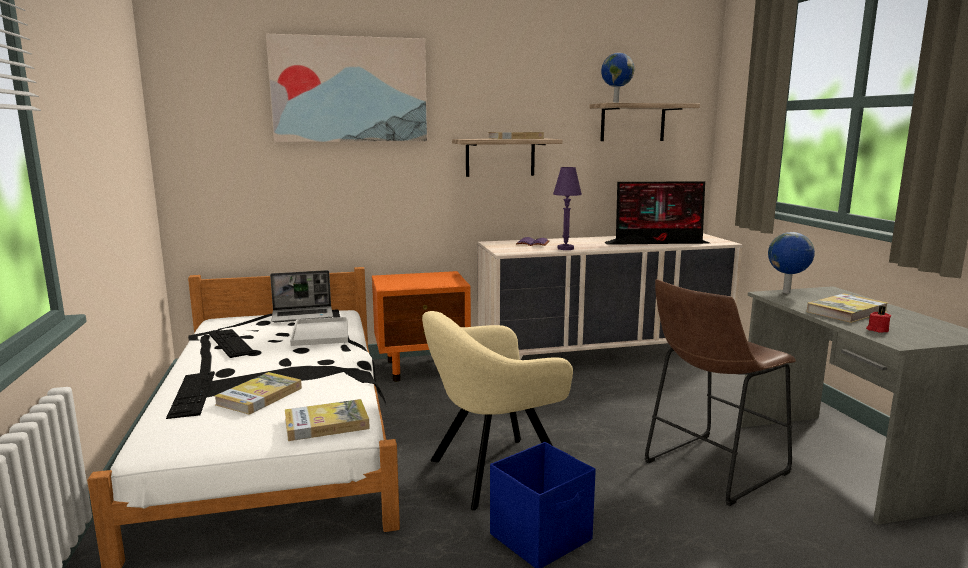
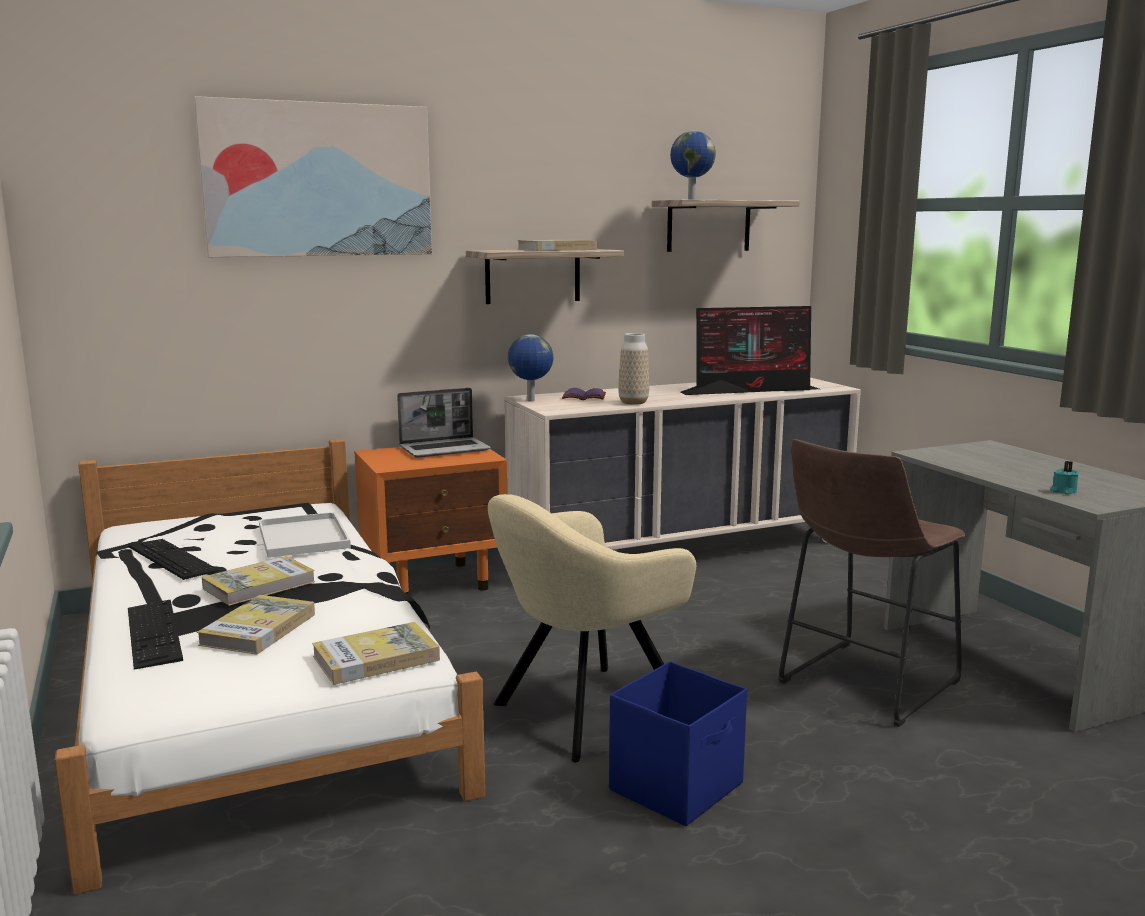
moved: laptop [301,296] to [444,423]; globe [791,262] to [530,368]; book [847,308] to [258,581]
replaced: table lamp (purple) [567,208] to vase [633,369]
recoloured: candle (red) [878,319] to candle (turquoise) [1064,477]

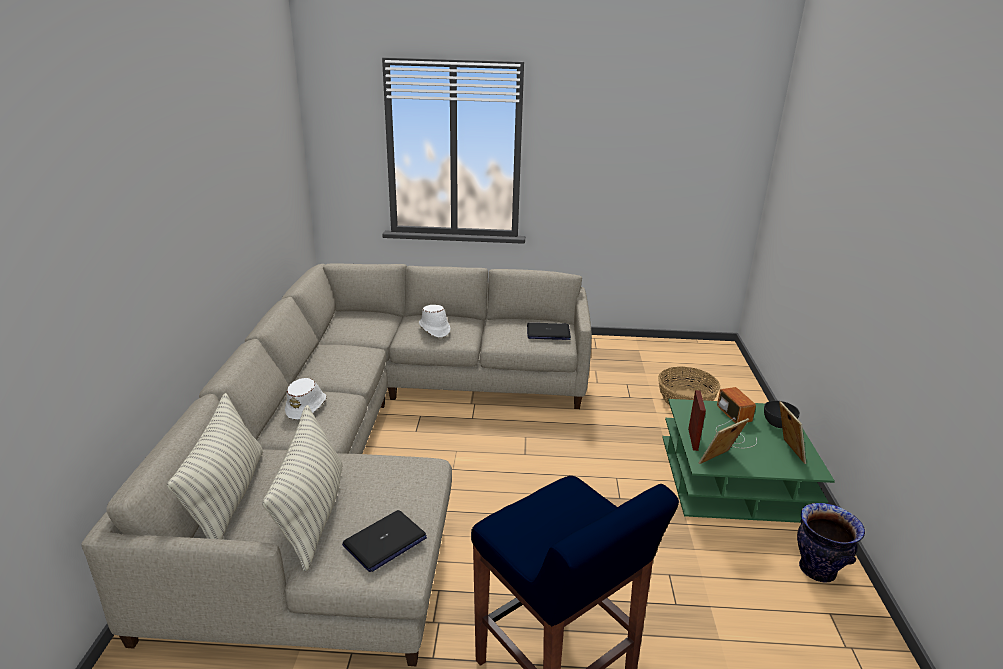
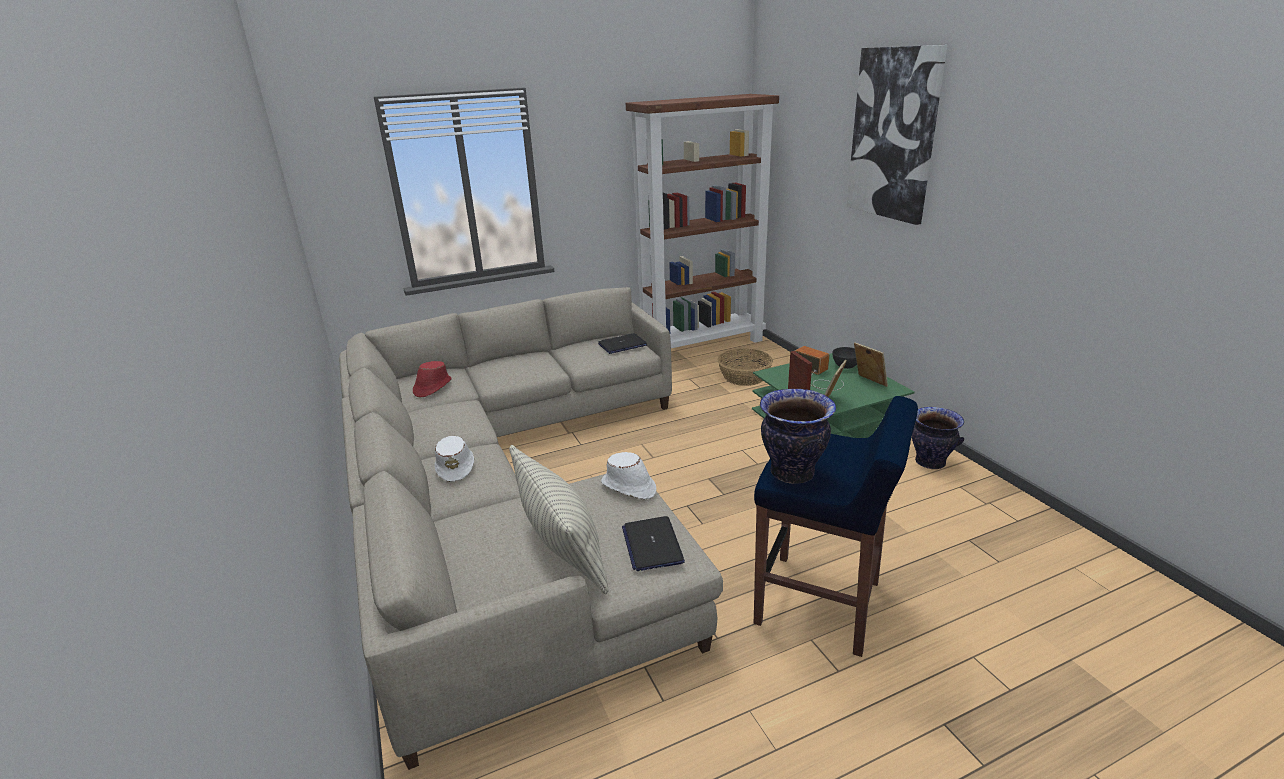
removed: pillow [215,466]
added: hat (red) [432,379]; bookcase (brown) [702,221]; vase [798,436]; picture [896,135]
moved: hat (white) [434,321] to [628,476]
turned: laptop [384,541] = [653,543] 150 degrees clockwise

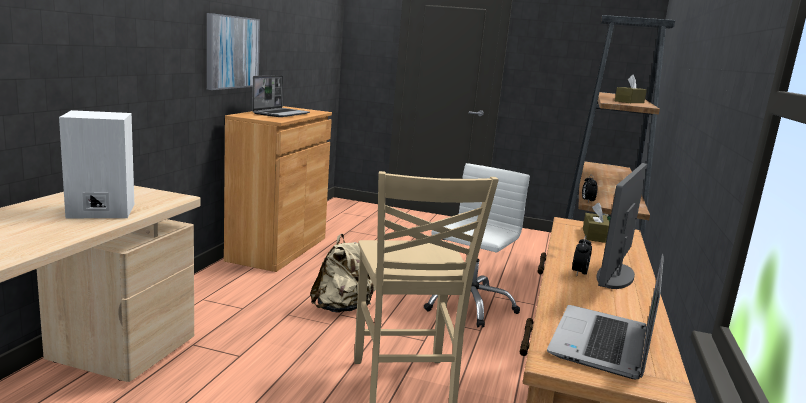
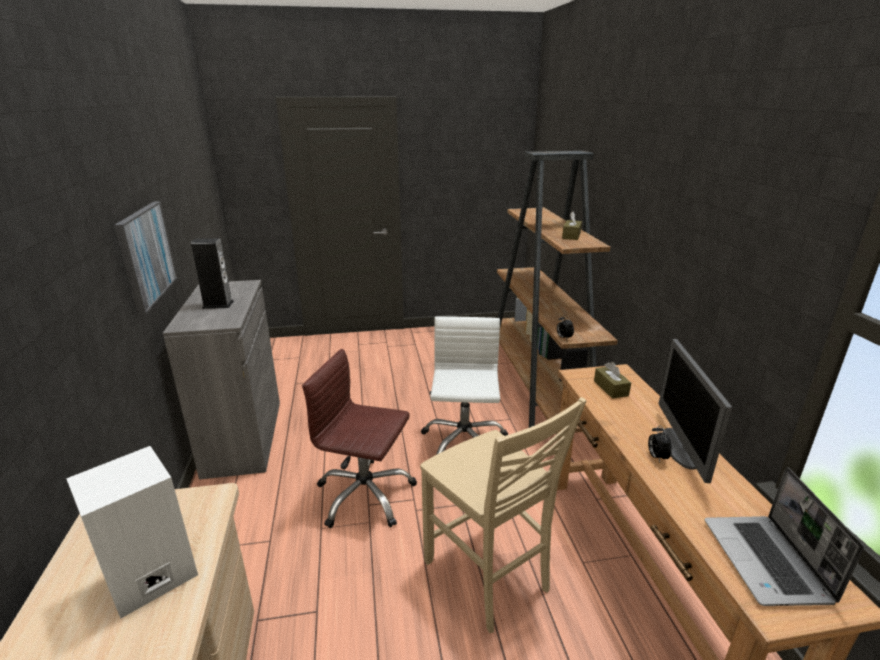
replaced: laptop [281,96] to speaker [212,273]; backpack (beige) [343,273] to office chair (brown) [359,438]
recoloured: cabinet (brown) [278,189] to cabinet (grey) [221,380]

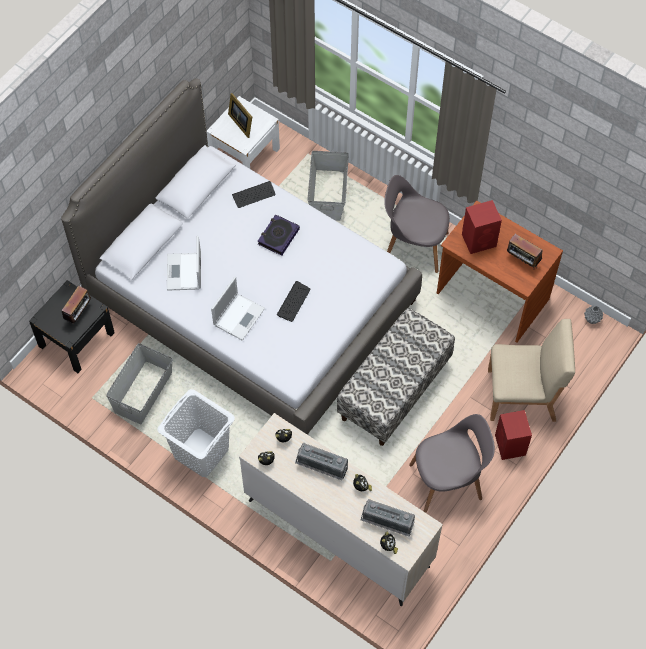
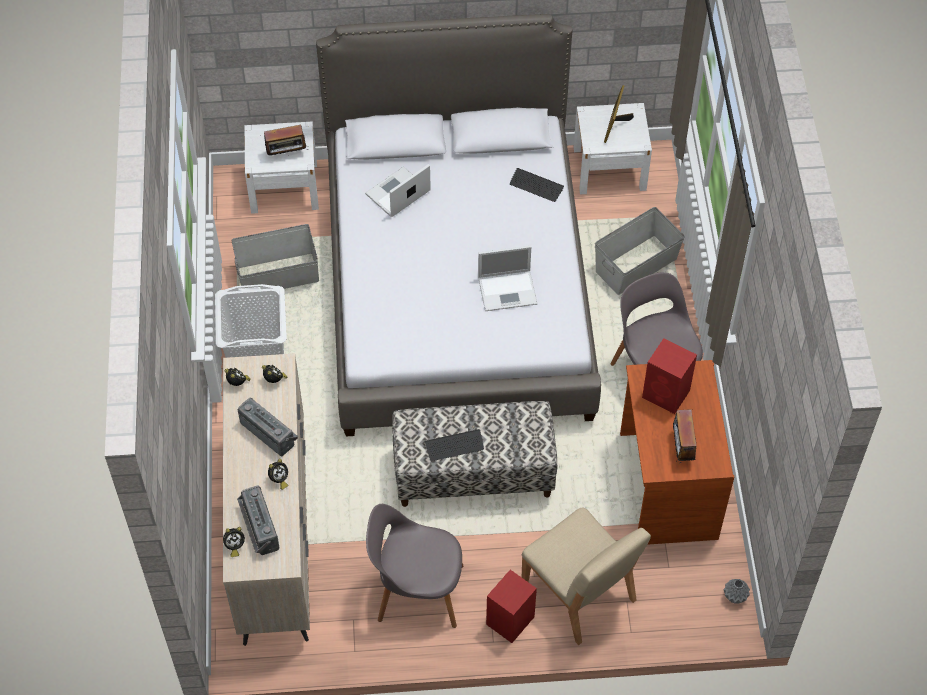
removed: book [278,235]
moved: laptop [238,308] to [508,278]; keyboard [294,301] to [454,445]
recoloured: nightstand (black) [72,326] to nightstand (white) [281,168]
turned: radio [321,461] = [267,426] 150 degrees clockwise; chair (grey) [452,463] = [414,566] 150 degrees clockwise

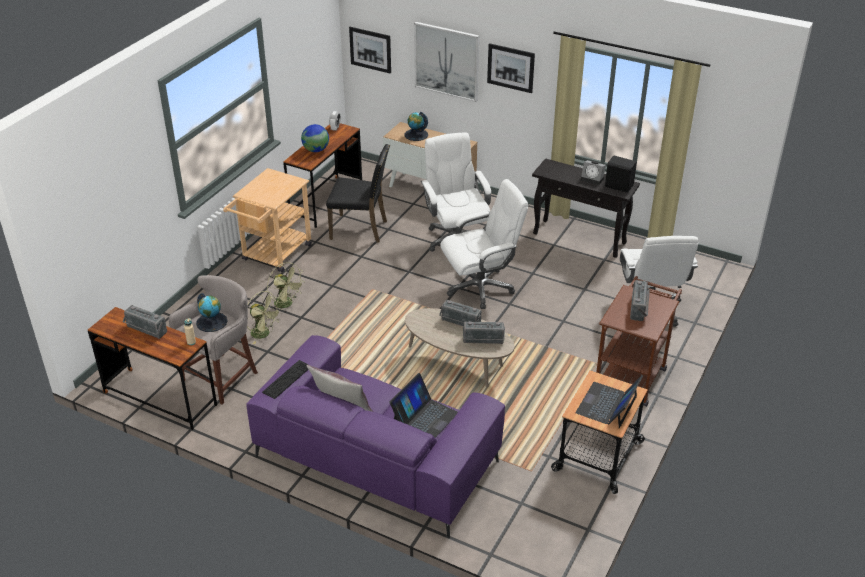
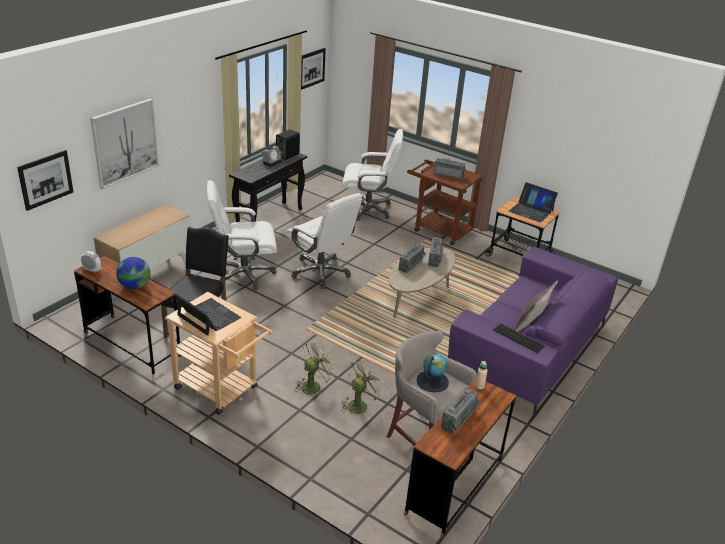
removed: globe [416,126]
moved: laptop [424,405] to [207,314]; picture [511,68] to [313,69]
turned: office chair (white) [484,244] = [323,241] 150 degrees clockwise

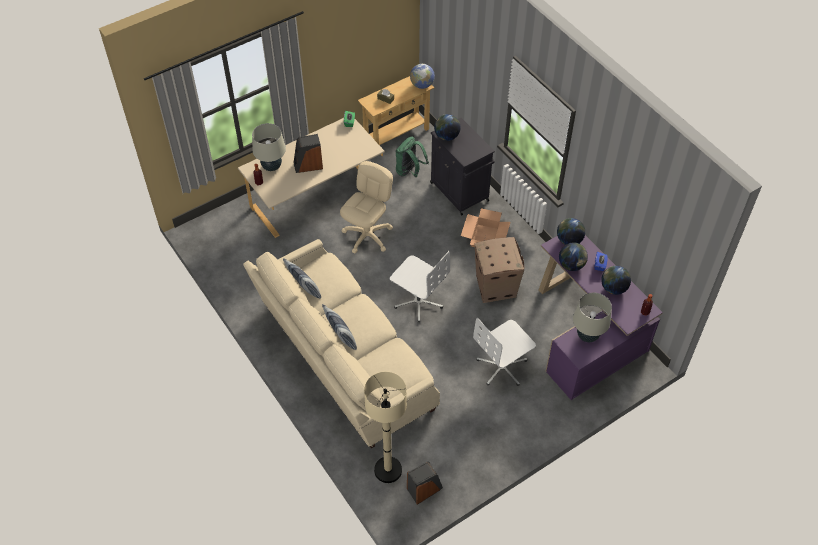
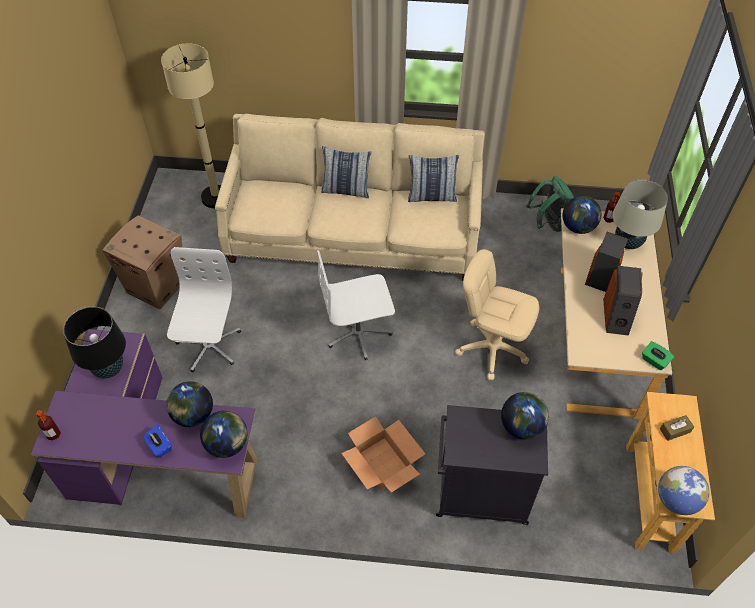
moved: backpack (green) [412,156] to [550,204]; speaker [425,483] to [623,301]; cardboard box [499,270] to [143,262]; globe [616,280] to [581,215]
recoloured: table lamp (beige) [592,317] to table lamp (black) [94,342]
turned: office chair (beige) [366,207] = [497,314] 135 degrees clockwise

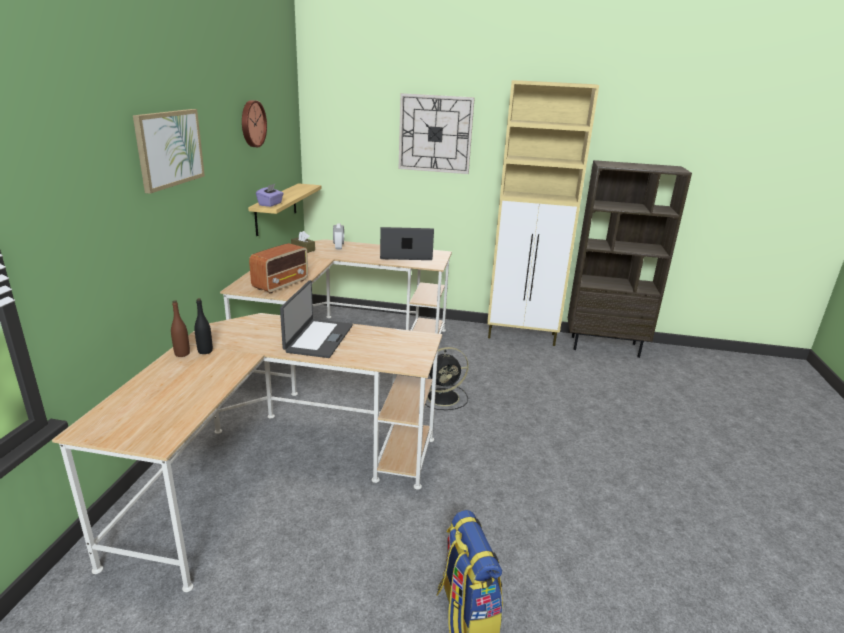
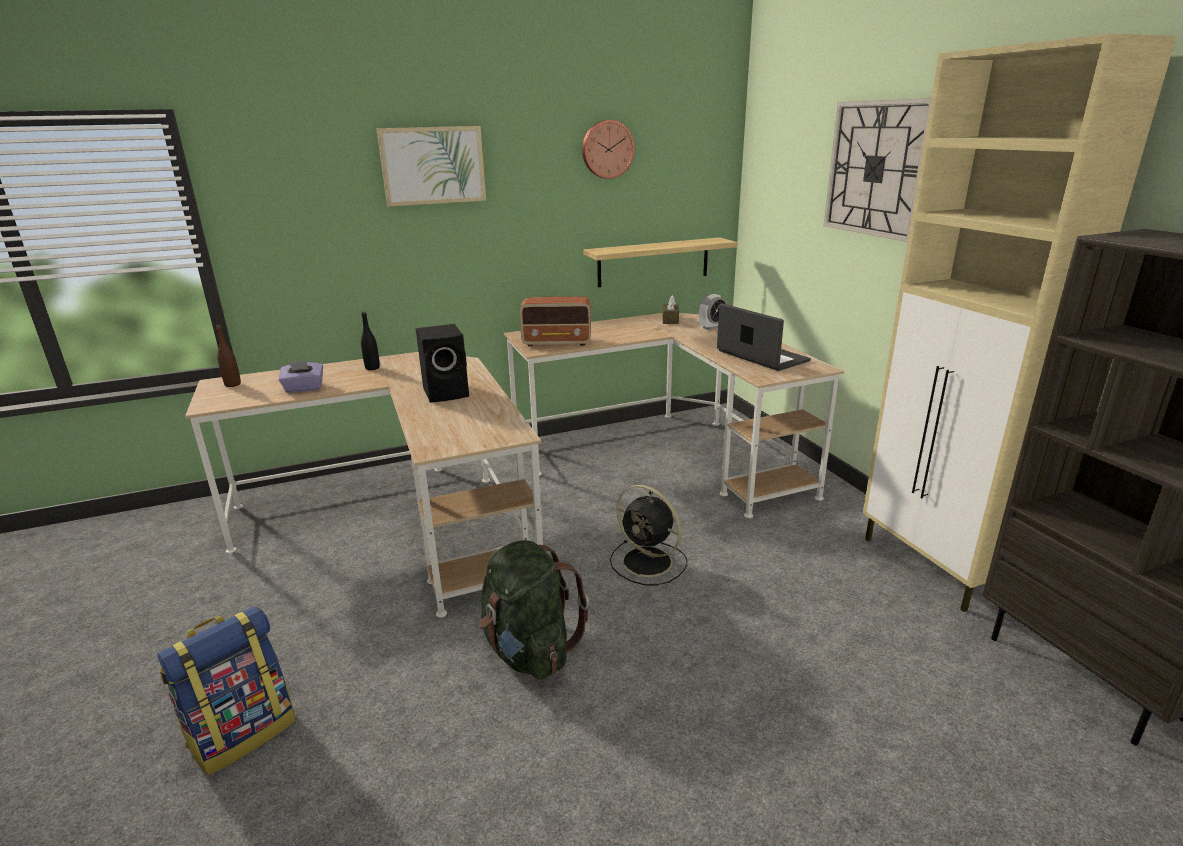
added: backpack (green) [534,610]
moved: bottle (brown) [180,328] to [228,356]; tissue box (purple) [270,195] to [301,376]
replaced: laptop [316,319] to speaker (black) [442,363]

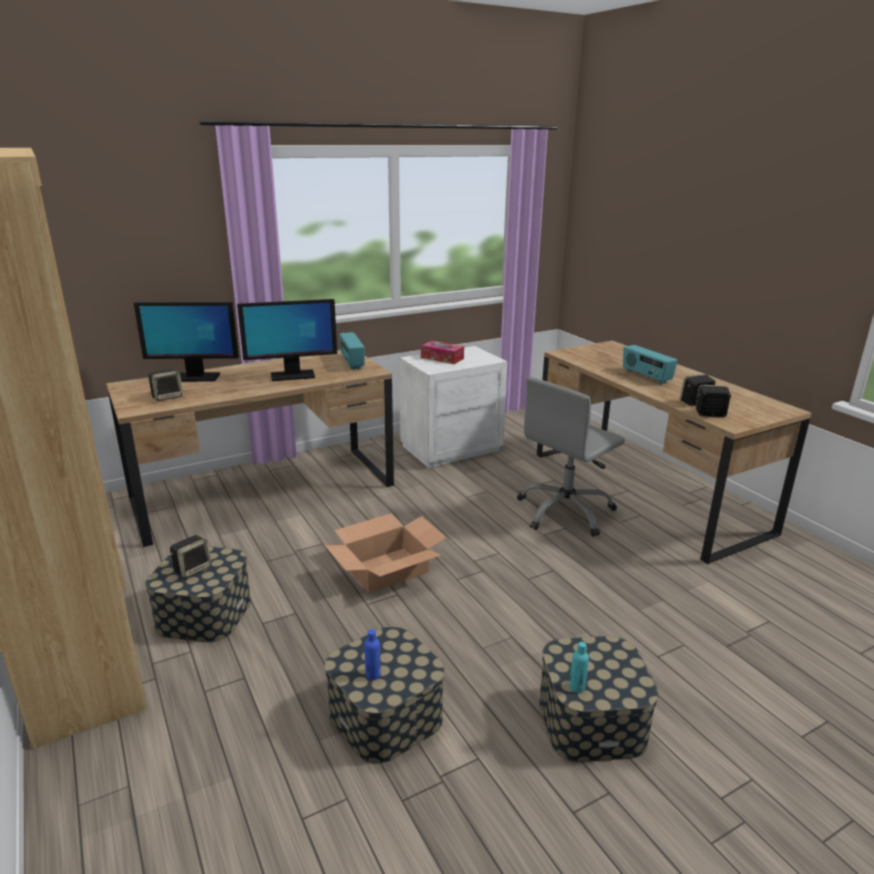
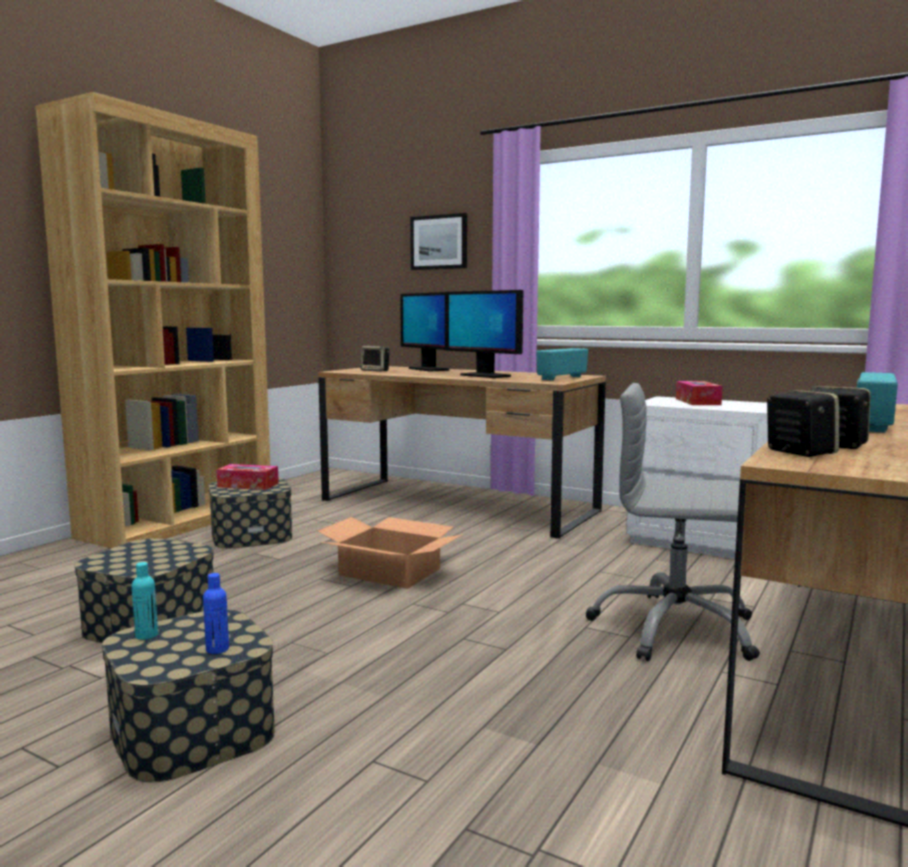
added: picture [438,241]
moved: bottle (blue) [372,654] to [216,613]
replaced: speaker [191,557] to tissue box [248,477]

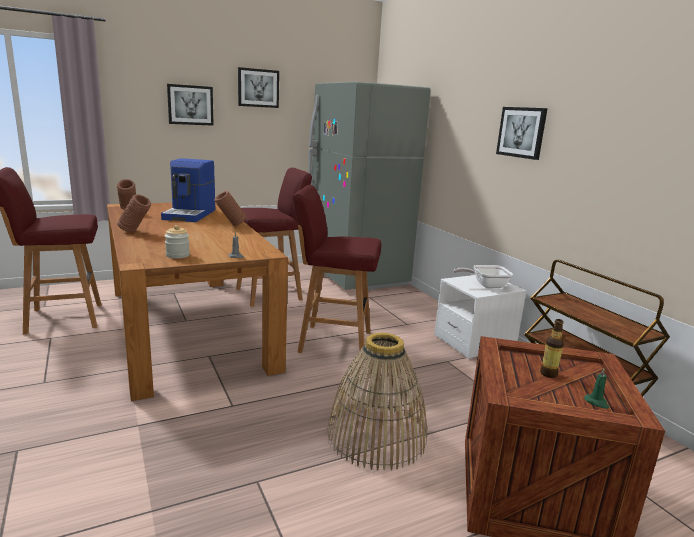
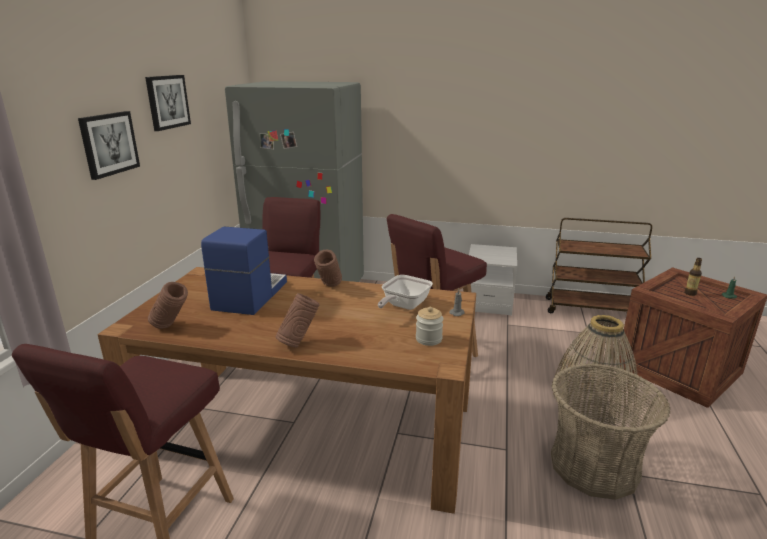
removed: picture [522,133]
added: basket [610,432]
moved: frying pan [483,276] to [405,292]
turned: coffee machine [188,190] = [244,271] 120 degrees counterclockwise

